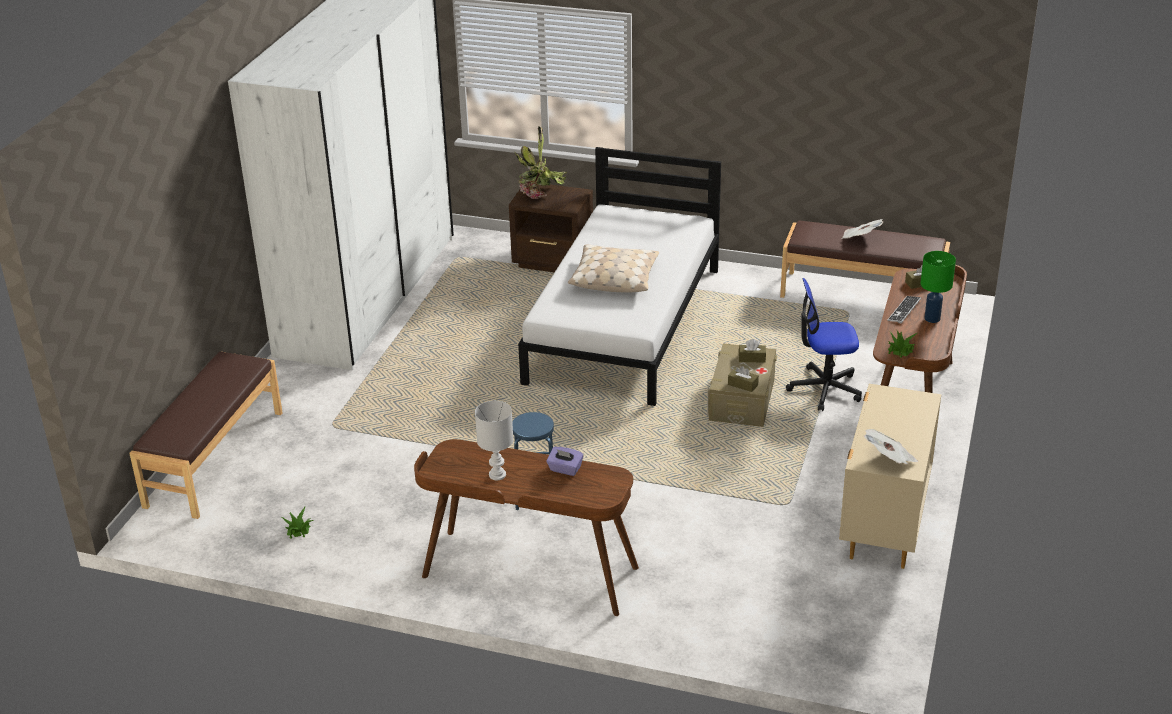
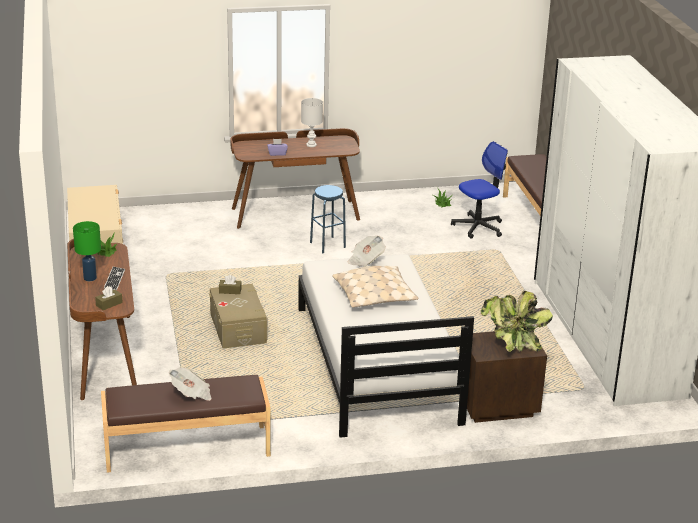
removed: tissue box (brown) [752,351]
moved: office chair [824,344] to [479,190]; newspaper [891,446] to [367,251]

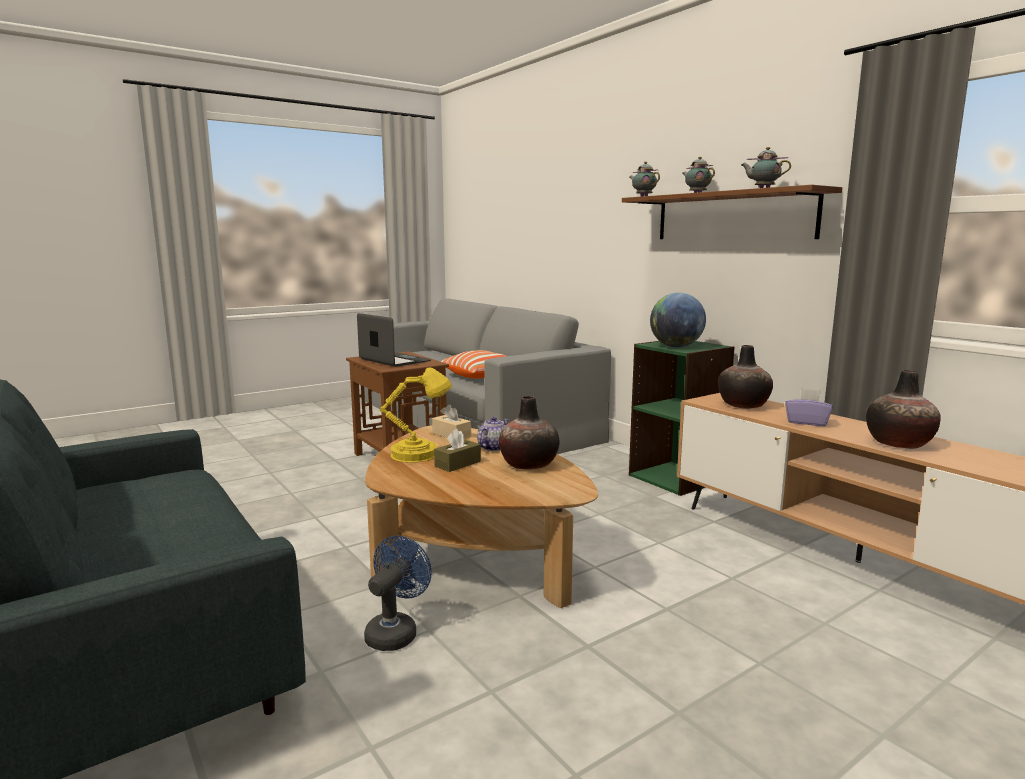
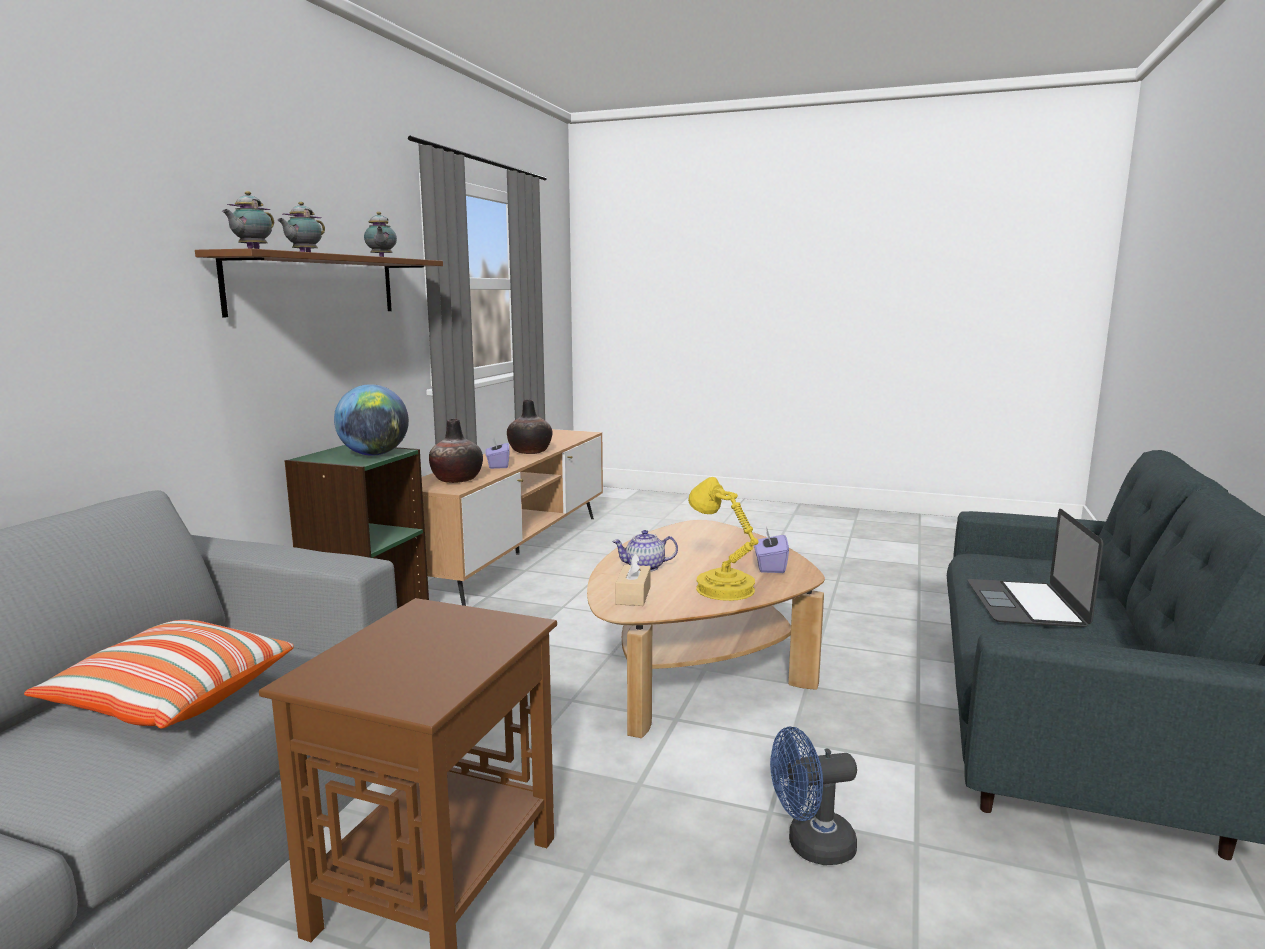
removed: tissue box (brown) [457,450]; vase [529,433]
added: tissue box (purple) [771,551]
moved: laptop [394,340] to [1035,568]; fan (blue) [398,593] to [813,796]

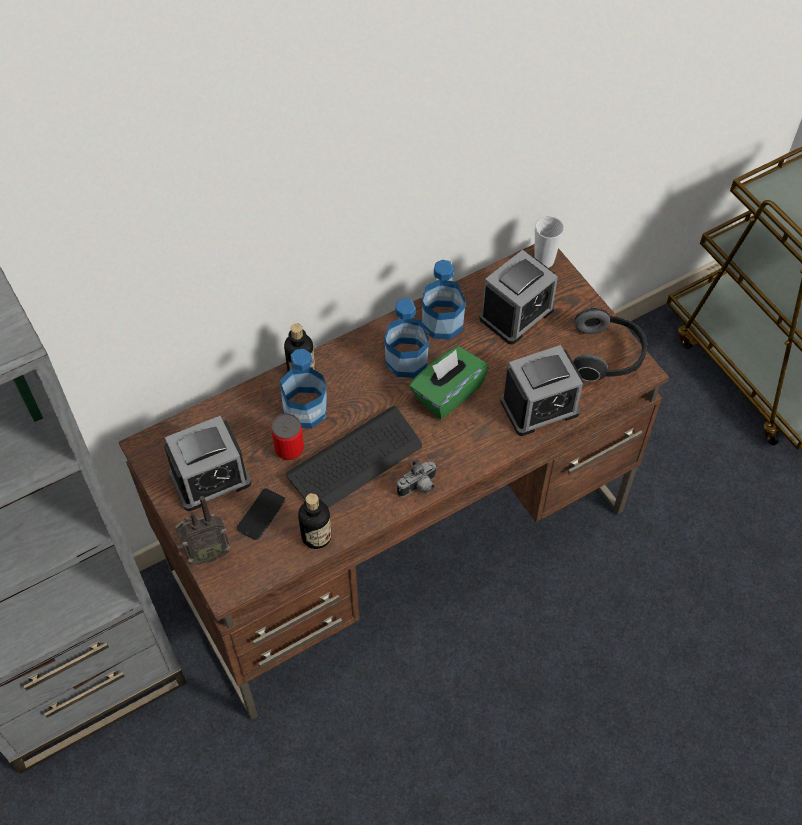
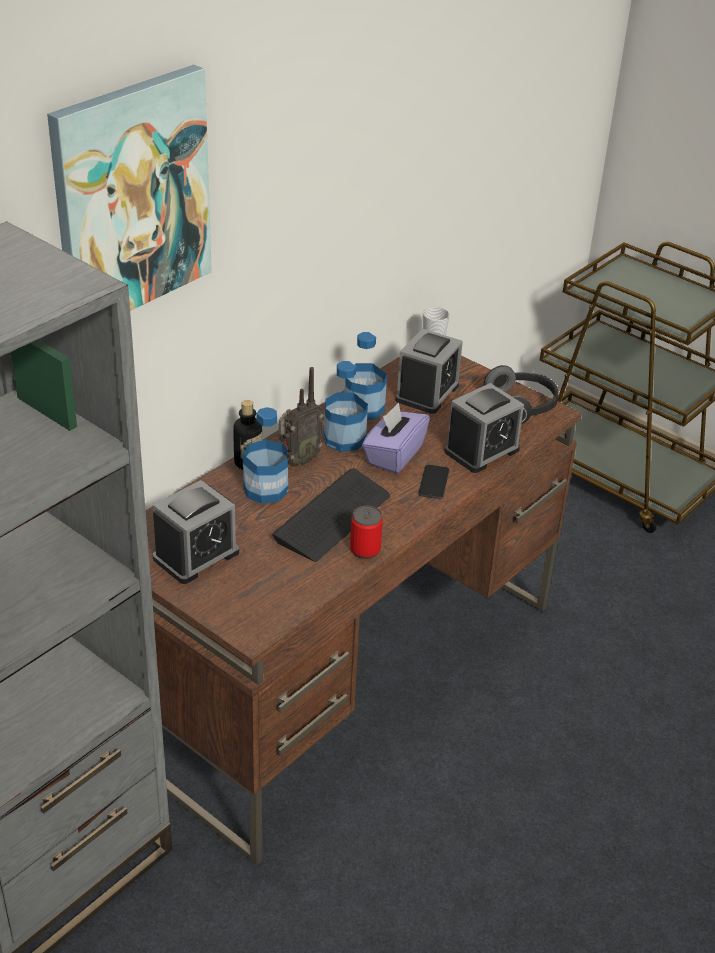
removed: bottle [315,521]; photo camera [417,477]
added: picture [129,188]
moved: radio [203,530] to [301,416]; phone [260,514] to [433,482]; can [287,437] to [366,532]
recoloured: tissue box (green) [449,382] to tissue box (purple) [396,438]

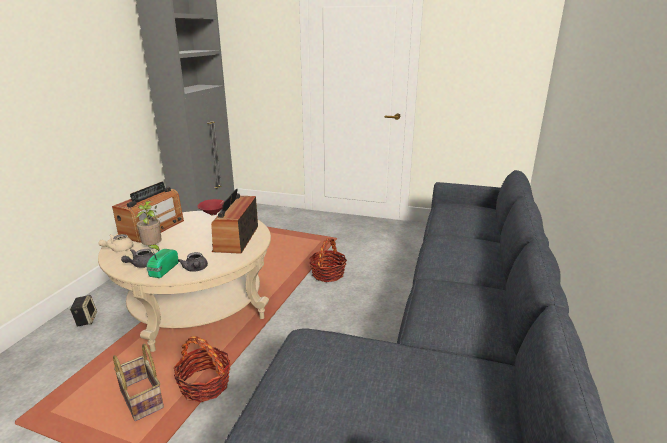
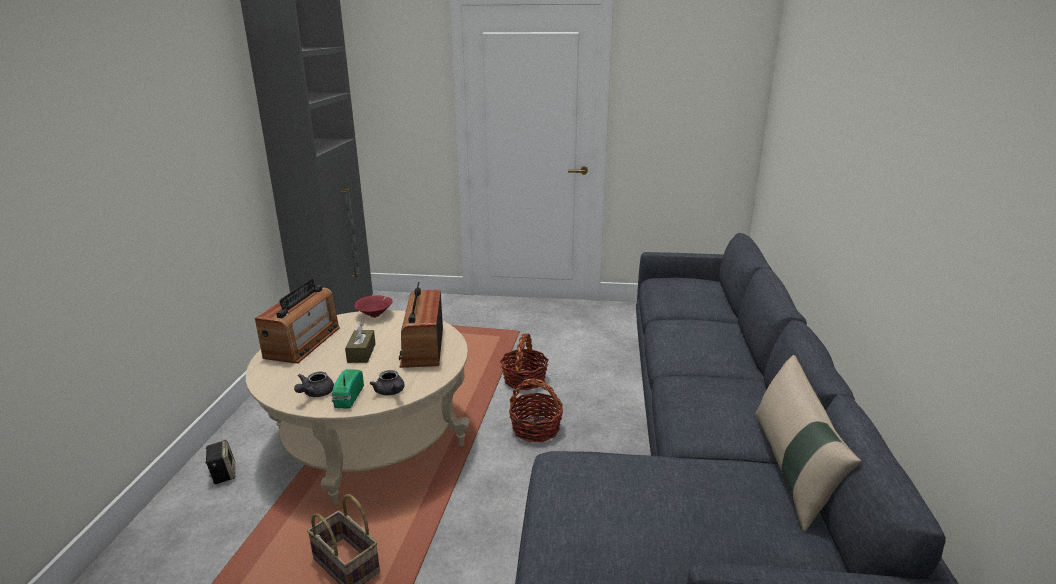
removed: teapot (beige) [115,243]; potted plant [149,226]
added: tissue box (brown) [360,343]; pillow (beige) [808,443]
moved: basket [202,369] to [536,410]

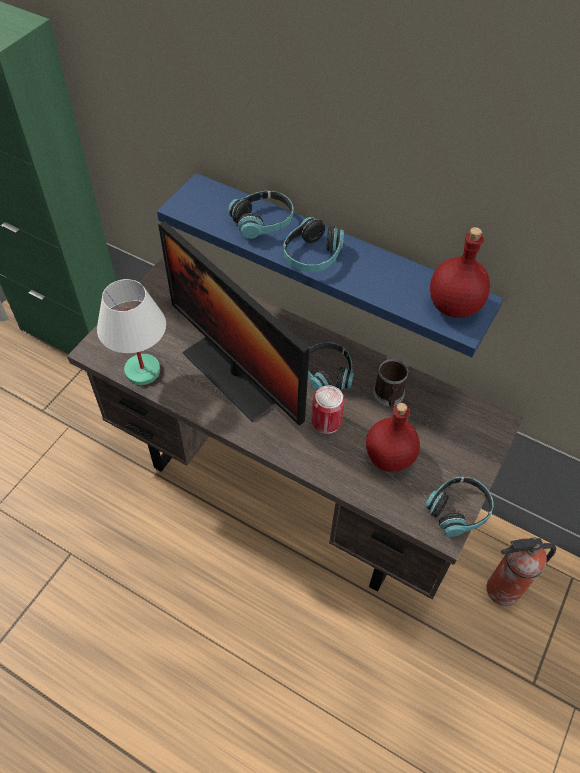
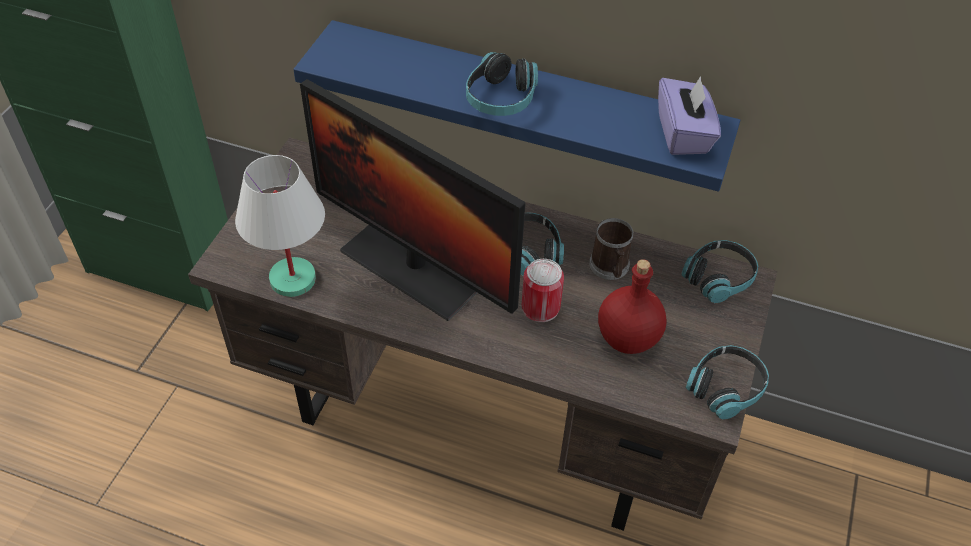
removed: fire extinguisher [521,571]
moved: headphones [261,215] to [719,271]
replaced: bottle (red) [460,272] to tissue box (purple) [689,115]

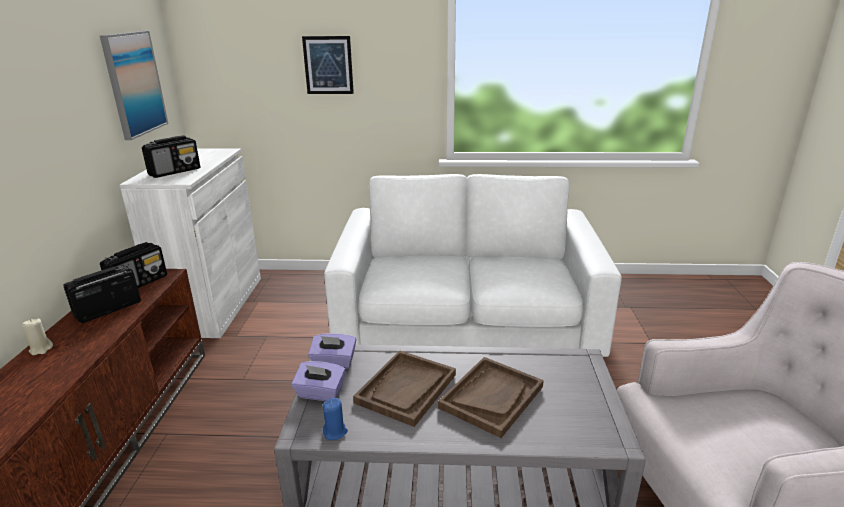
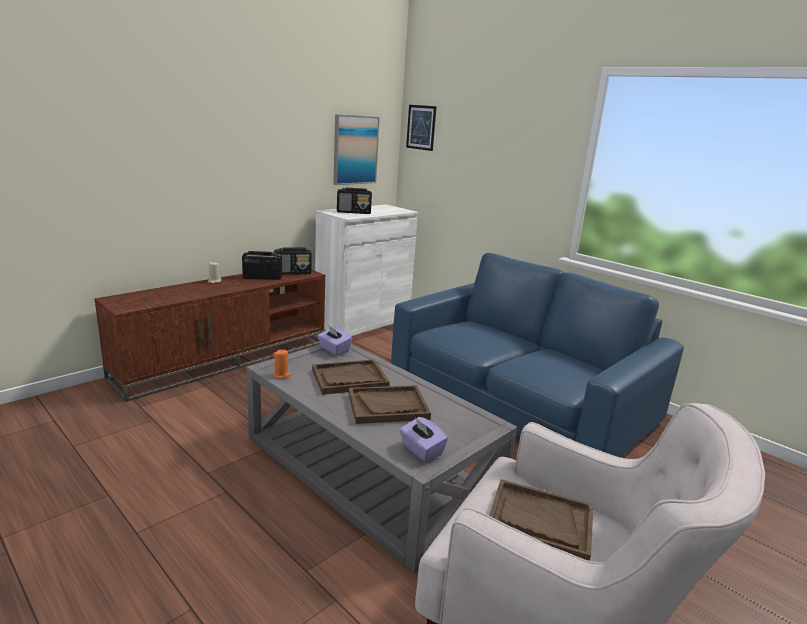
added: tray (brown) [541,520]
moved: tissue box (purple) [319,381] to [423,439]; picture [328,65] to [421,128]
recoloured: candle (blue) [335,419] to candle (orange) [281,363]; sofa (white) [473,265] to sofa (blue) [537,355]

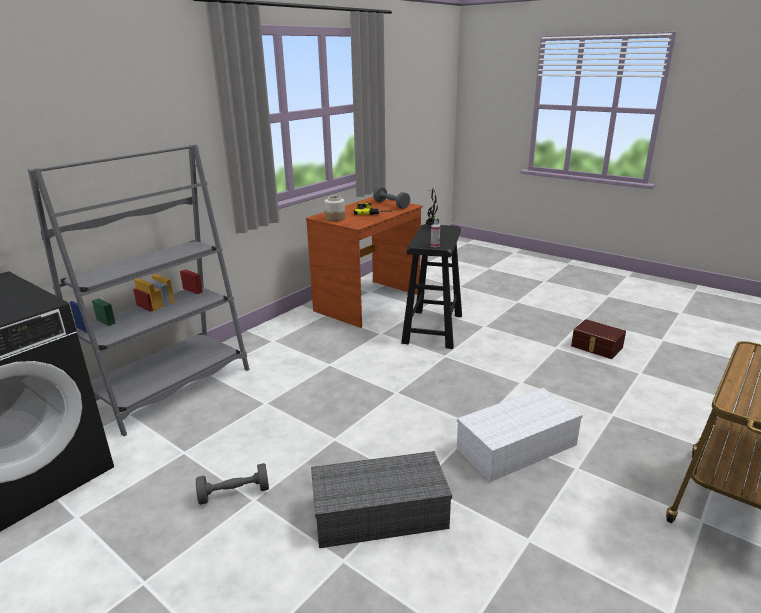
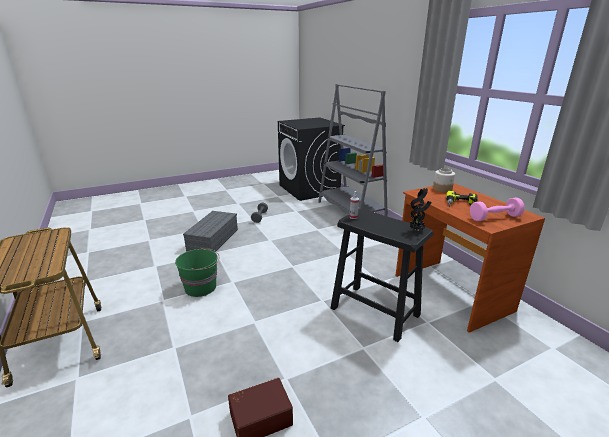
replaced: storage box (white) [520,435] to bucket (green) [197,272]
recoloured: dumbbell (grey) [391,197] to dumbbell (pink) [497,209]

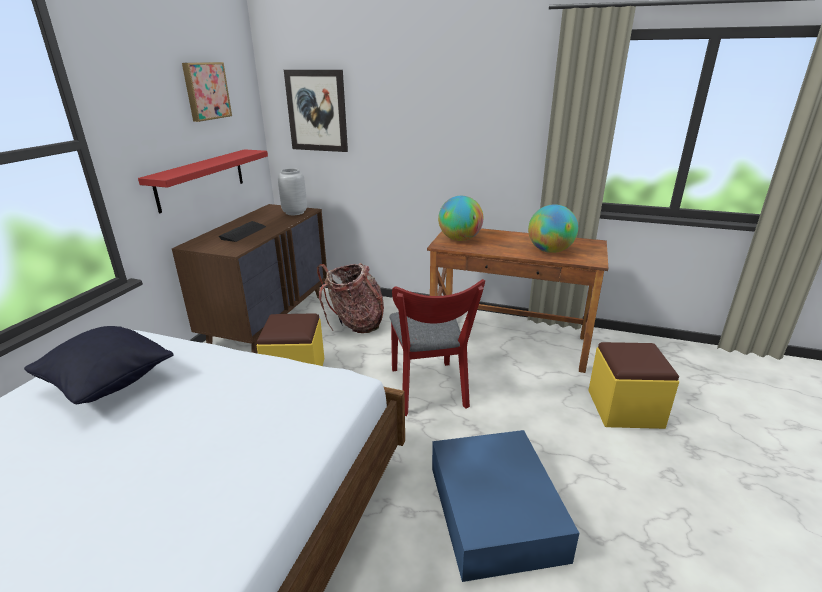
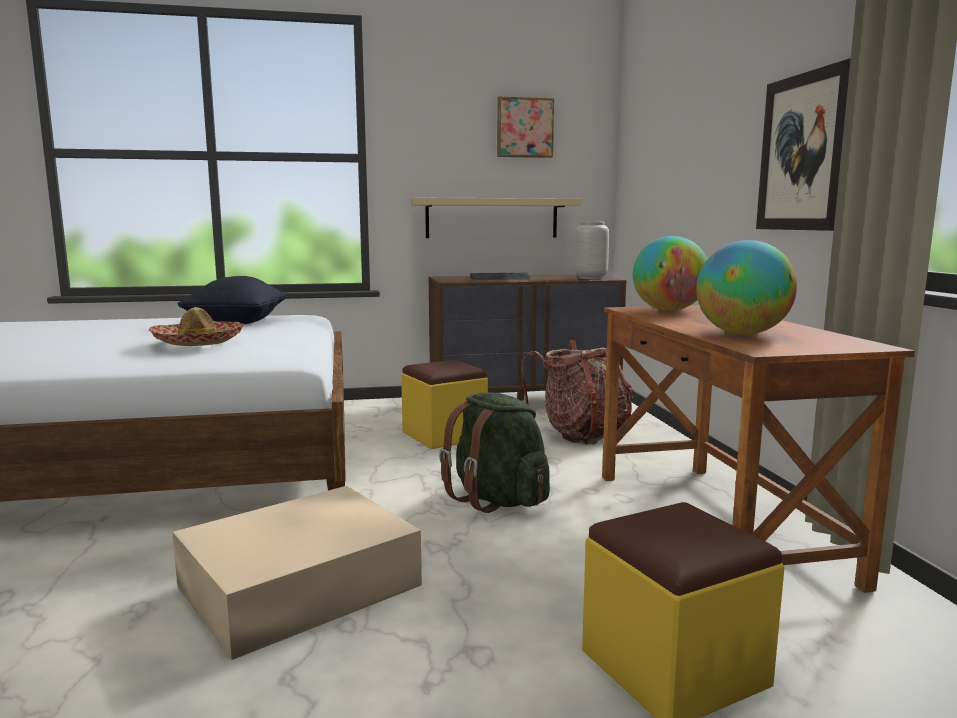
added: hat [197,326]
moved: picture [316,111] to [803,144]
replaced: chair (red) [437,347] to backpack (green) [494,452]
recoloured: shelf (red) [203,181] to shelf (beige) [496,218]; storage box (blue) [505,506] to storage box (beige) [297,573]

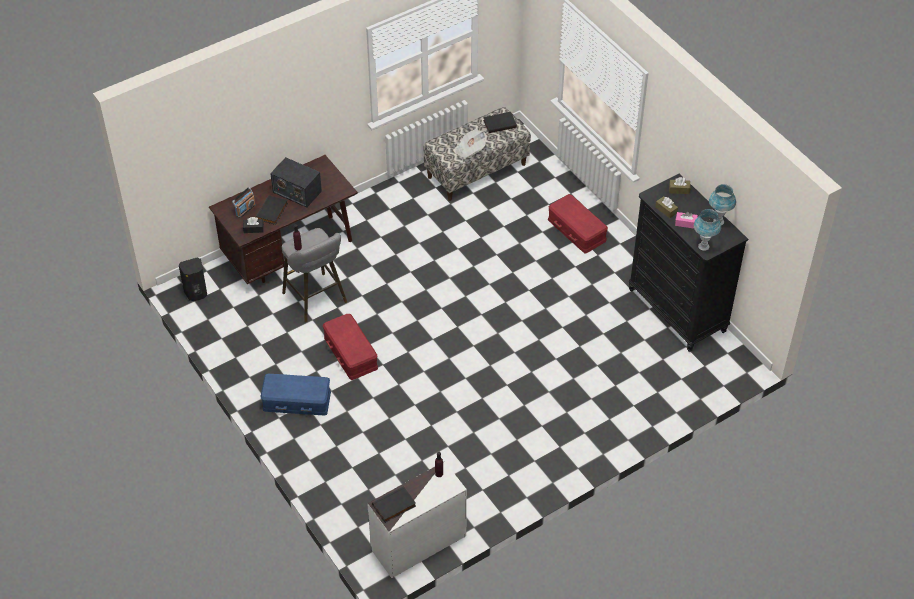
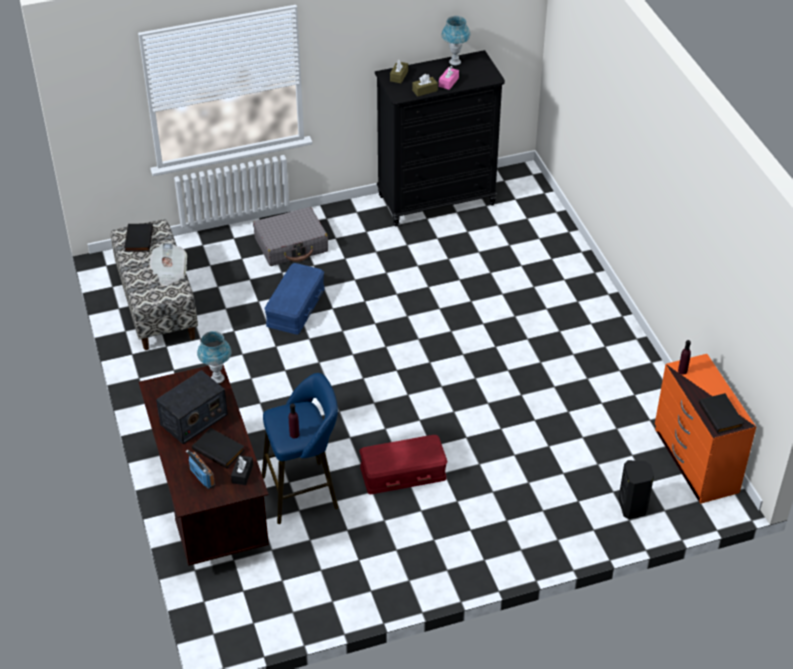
moved: speaker (black) [193,279] to [636,489]; storage box (blue) [295,395] to [295,298]; table lamp (blue) [707,230] to [214,357]
replaced: storage box (red) [578,224] to suitcase (grey) [290,236]
recoloured: stool (grey) [314,275] to stool (blue) [300,448]; dresser (white) [417,519] to dresser (orange) [705,429]

